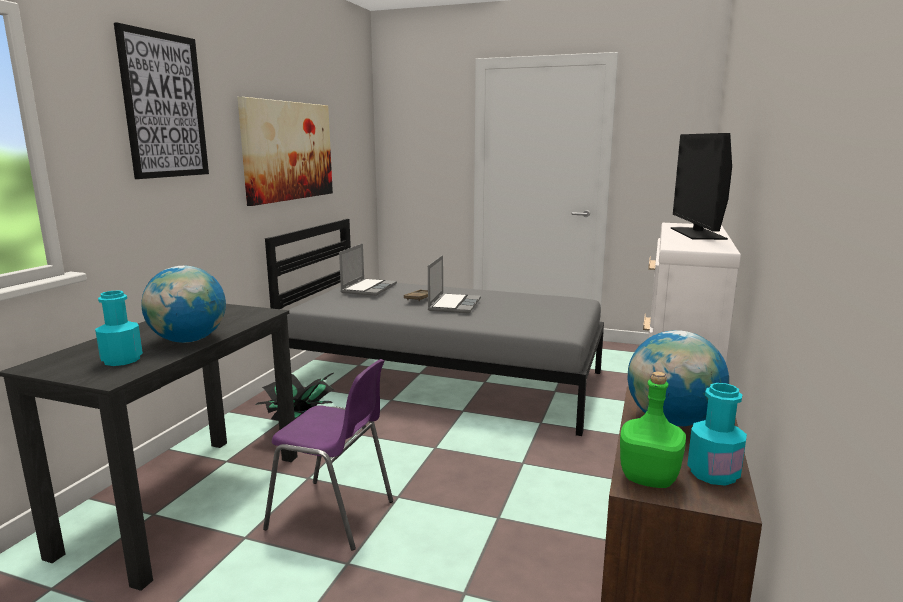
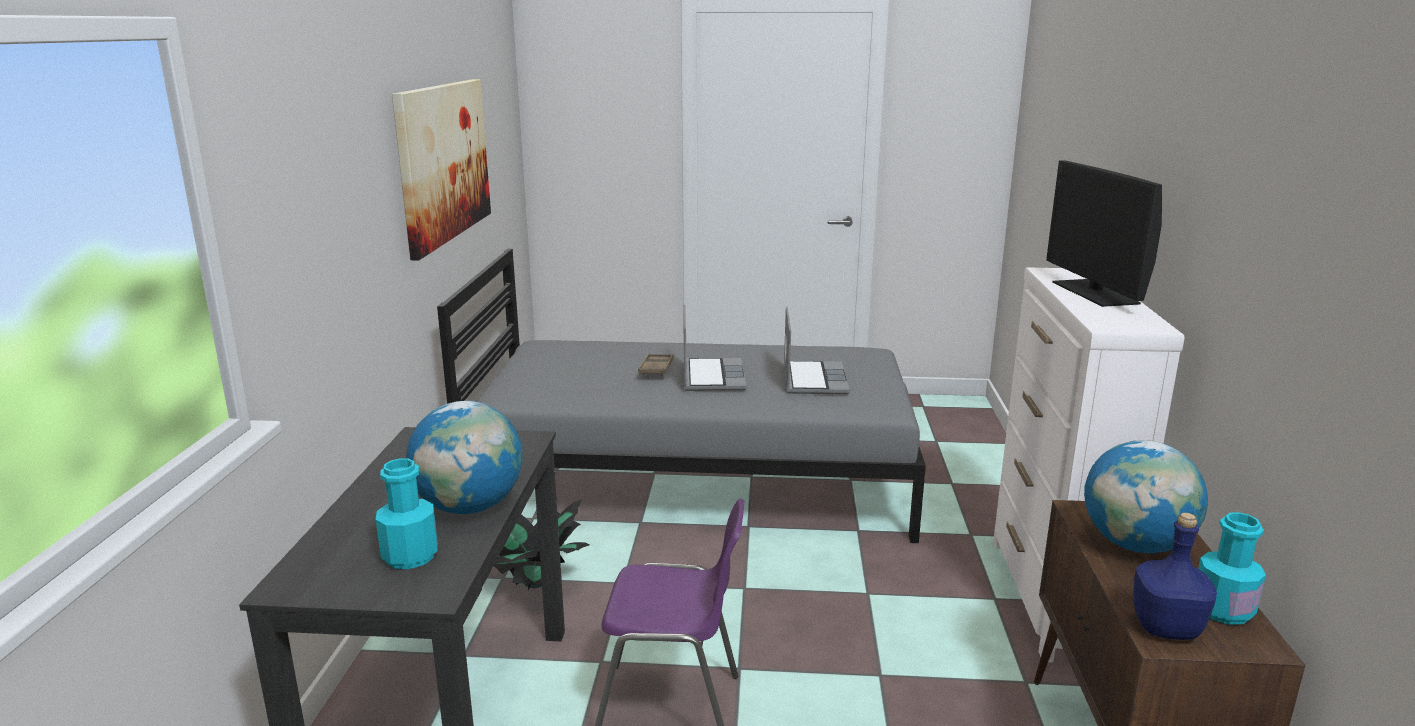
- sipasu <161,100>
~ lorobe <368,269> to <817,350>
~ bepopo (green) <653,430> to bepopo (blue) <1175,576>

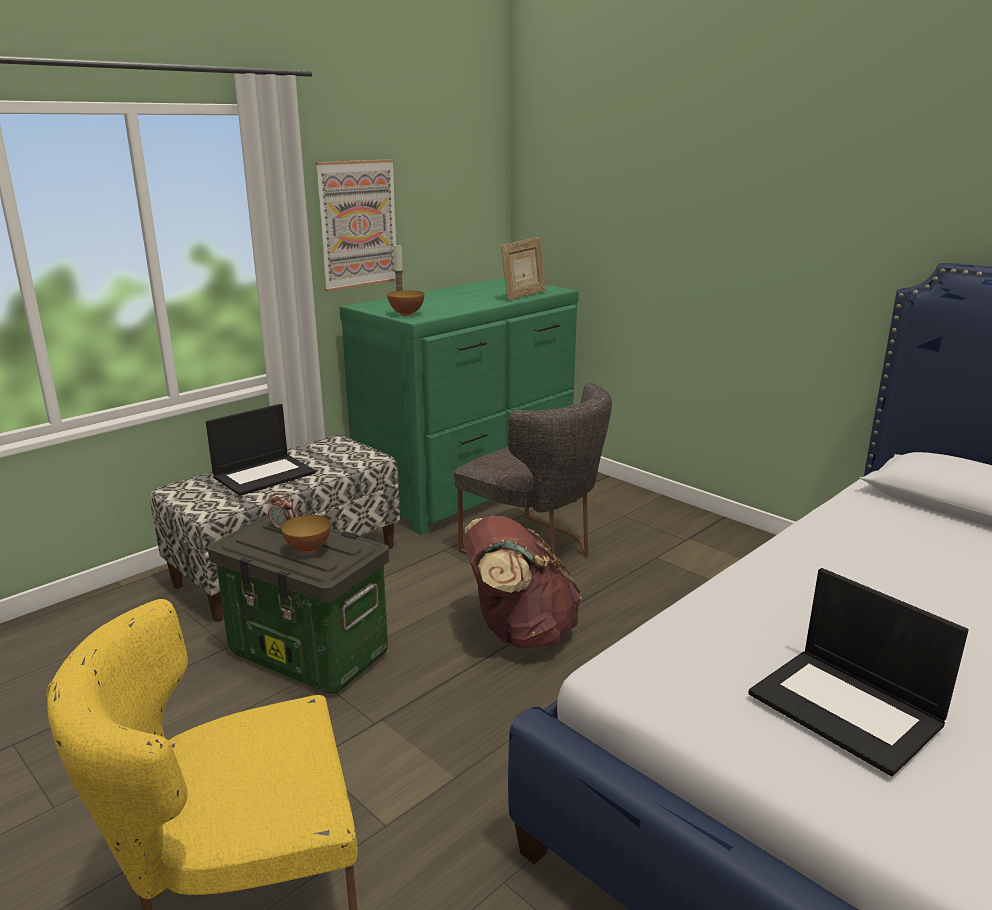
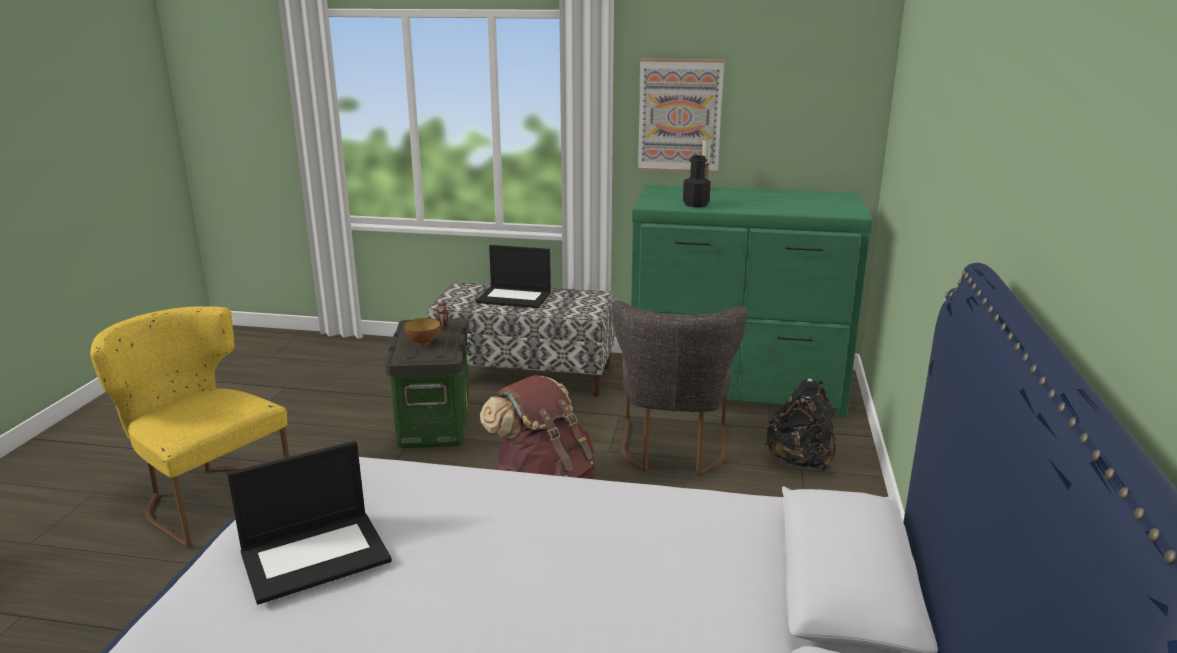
- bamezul <523,269>
- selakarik <405,303>
~ lorobe <858,672> = <309,523> 135 degrees counterclockwise
+ bepopo (black) <697,181>
+ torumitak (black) <800,425>

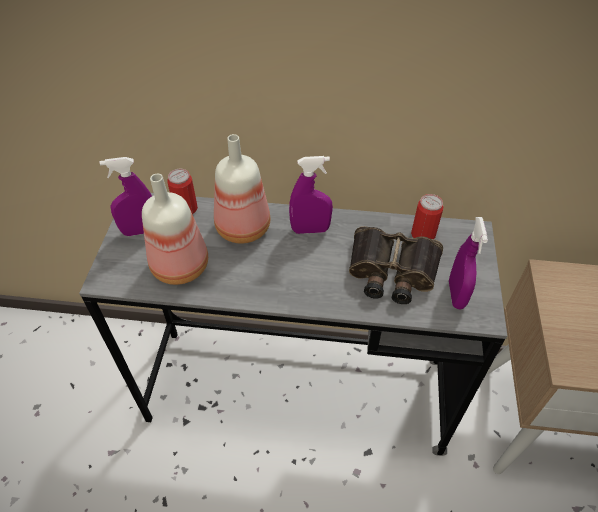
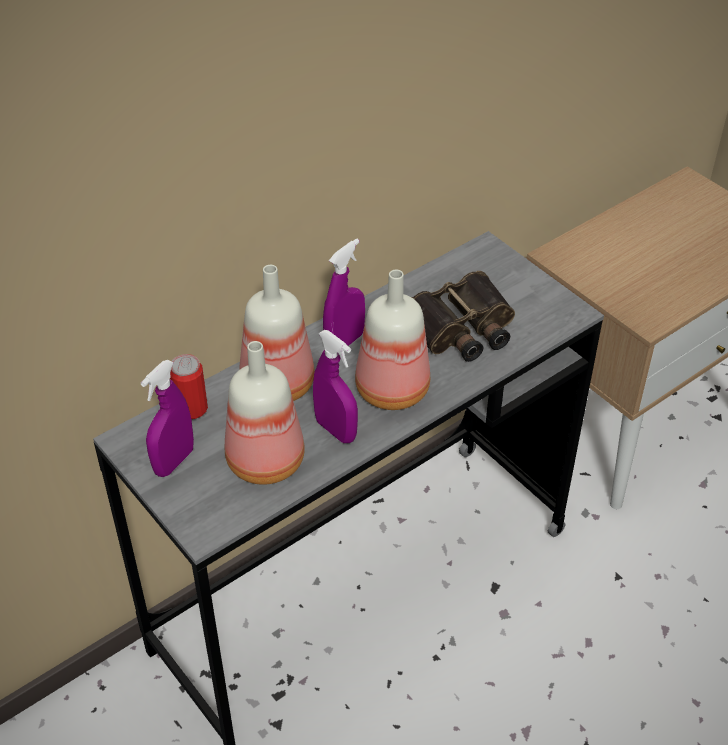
- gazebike <427,216>
~ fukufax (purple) <468,263> to <335,386>
+ bepopo <392,340>

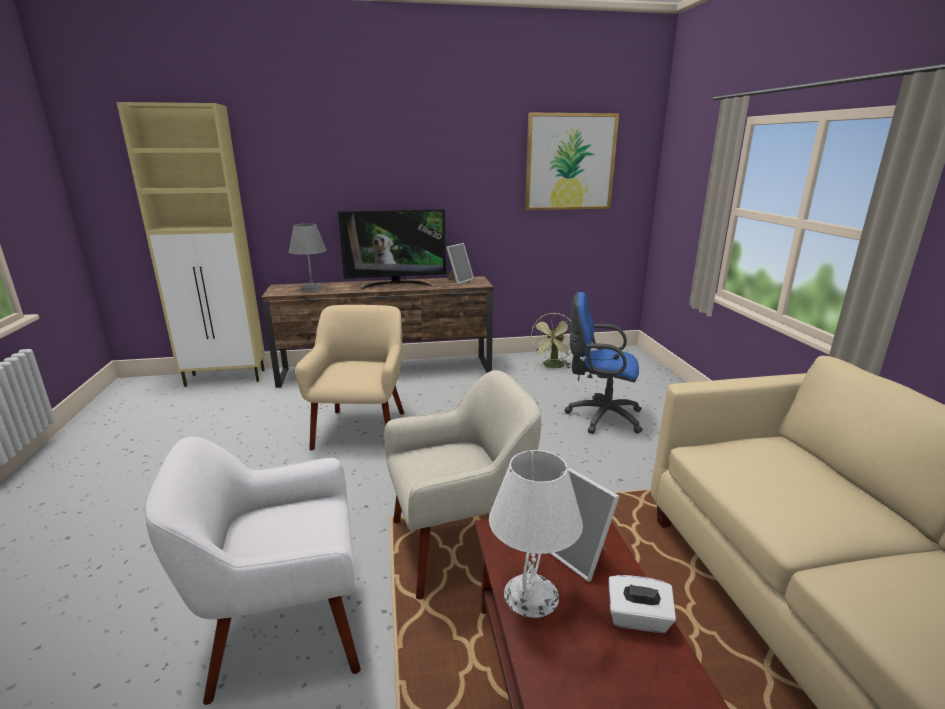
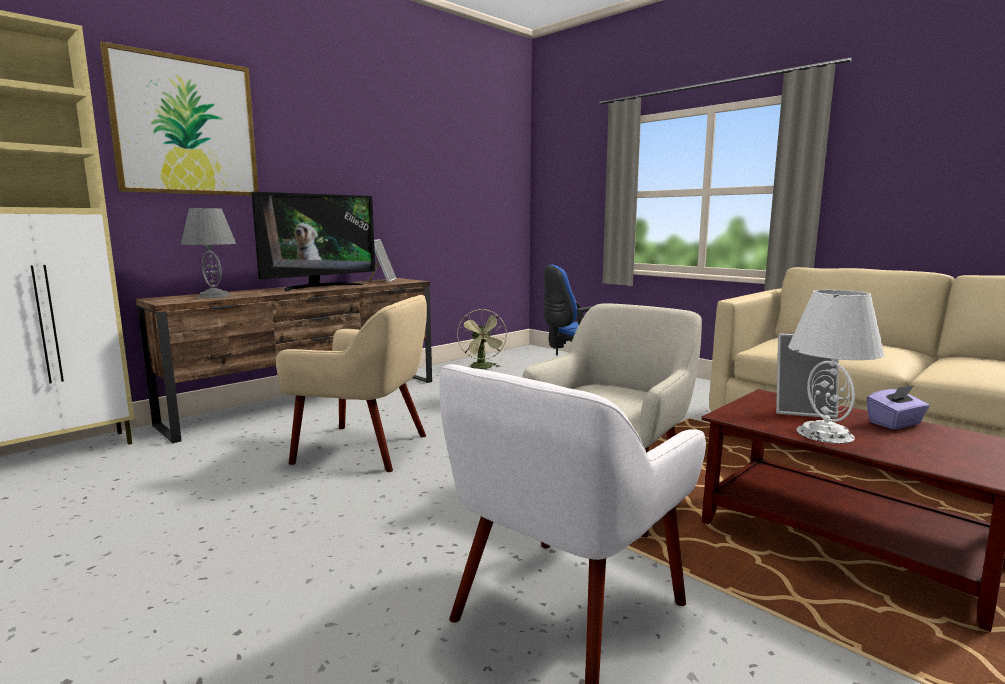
~ sipasu <572,161> to <179,118>
~ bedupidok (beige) <349,377> = <351,383> 135 degrees clockwise
~ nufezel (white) <642,604> to nufezel (purple) <898,407>

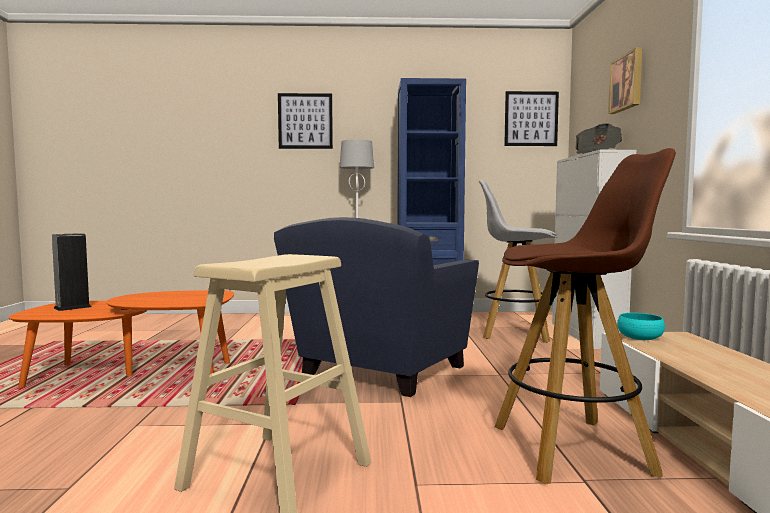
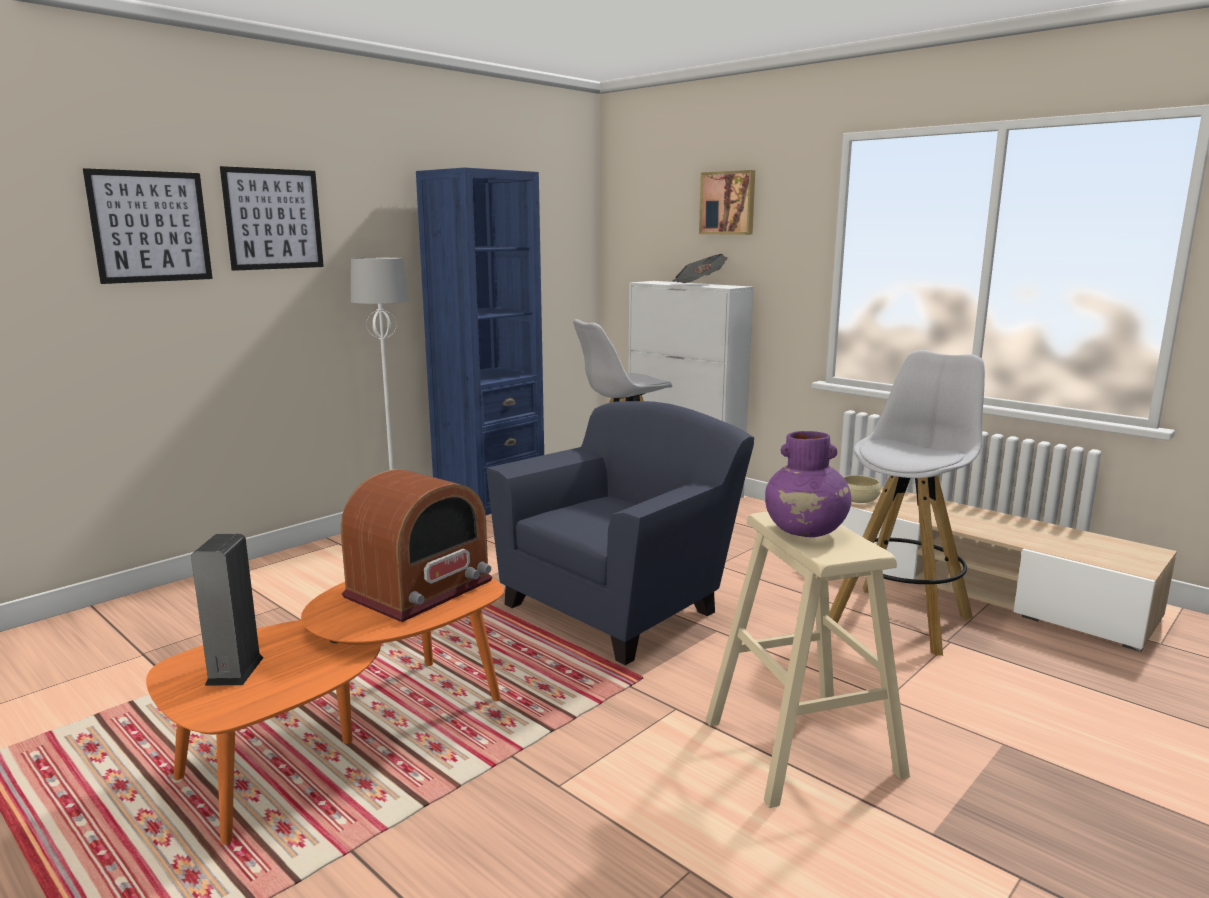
~ sipasu <531,118> to <148,226>
~ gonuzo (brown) <585,316> to gonuzo (white) <907,503>
~ bedupidok (blue) <376,307> = <620,533> 120 degrees counterclockwise
~ selakarik (turquoise) <641,326> to selakarik (beige) <862,489>
+ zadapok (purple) <808,484>
+ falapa <416,545>

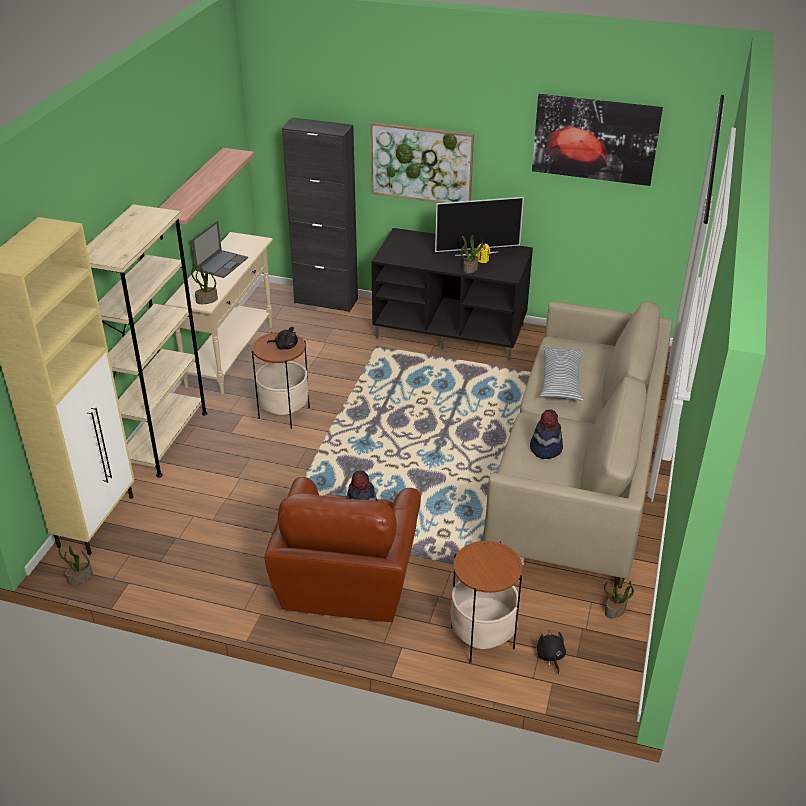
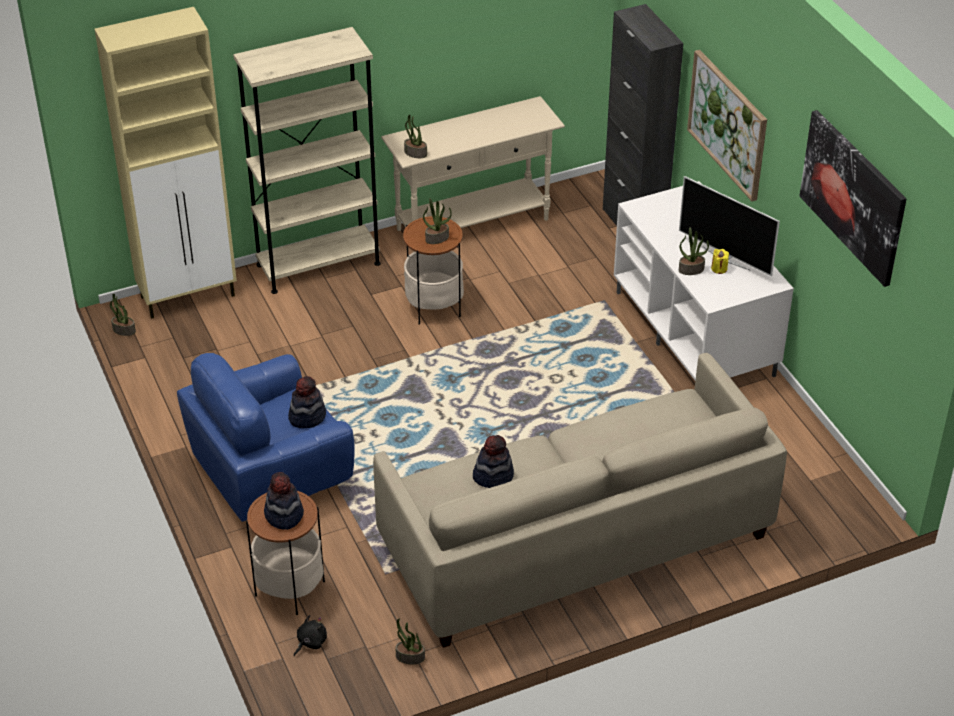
- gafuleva <206,194>
- lorobe <220,249>
~ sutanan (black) <452,294> to sutanan (white) <704,280>
~ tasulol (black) <282,338> to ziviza <437,221>
- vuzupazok <561,374>
~ bedupidok (brown) <342,549> to bedupidok (blue) <266,437>
+ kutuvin <284,501>

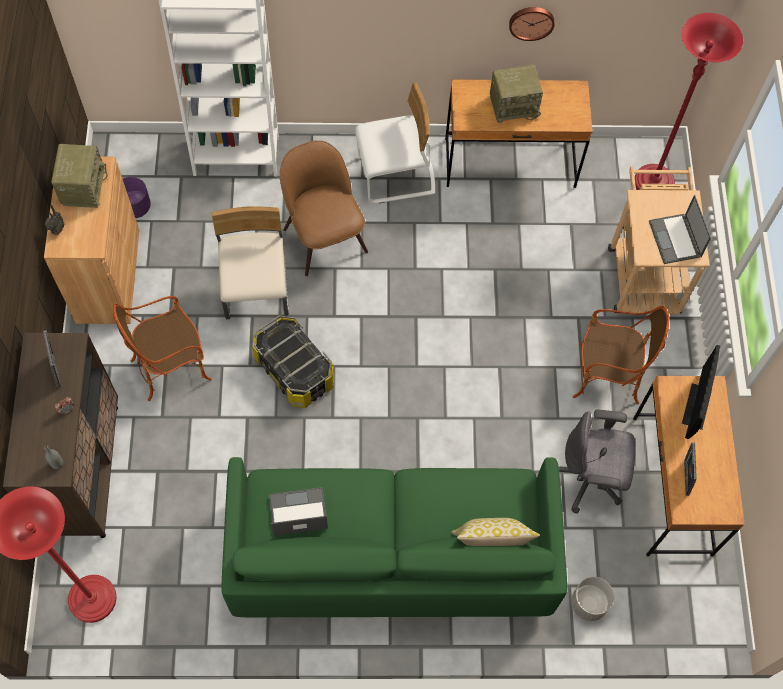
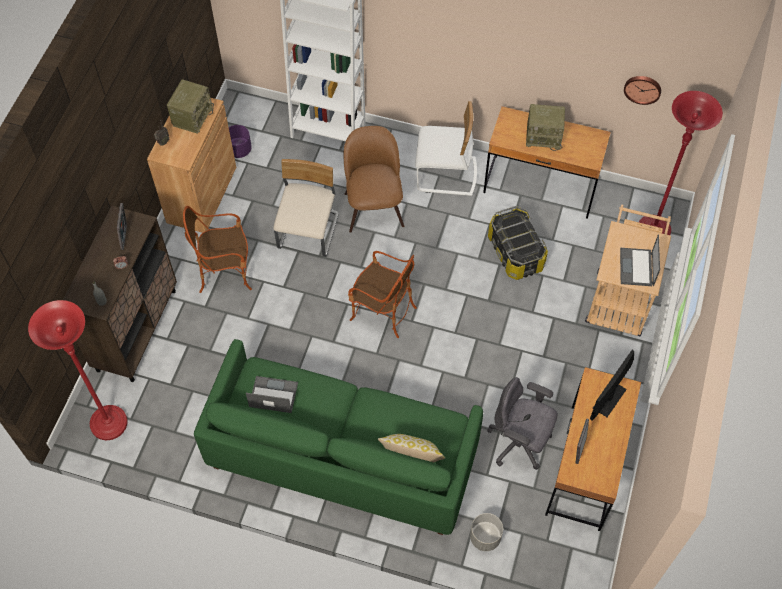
~ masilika <532,24> to <642,90>
~ bedupidok <621,355> to <382,294>
~ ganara <294,362> to <518,243>

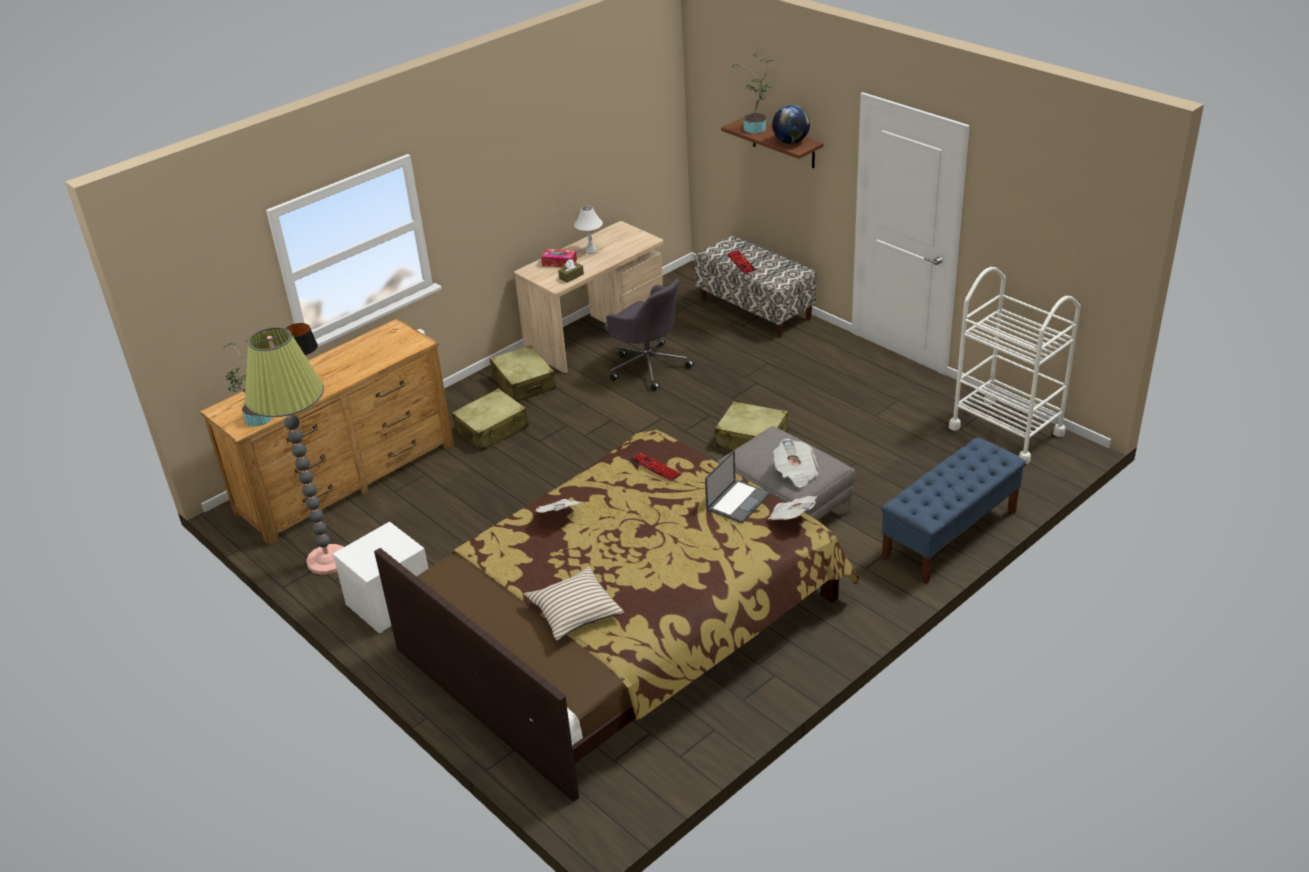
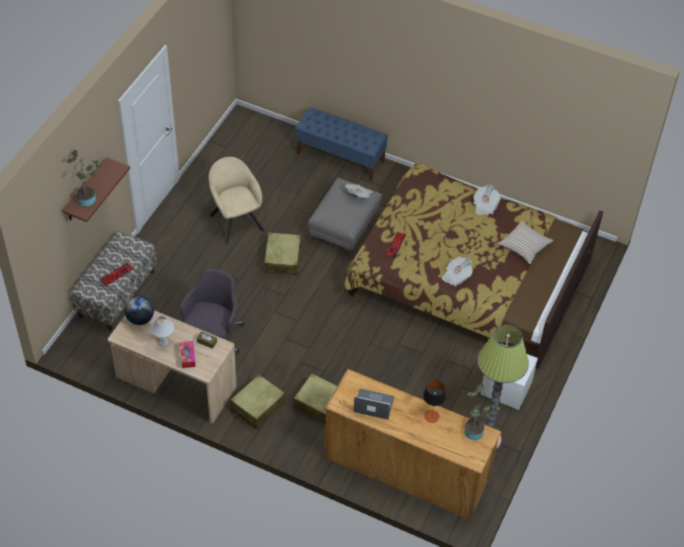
~ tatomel <791,124> to <139,310>
- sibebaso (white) <1015,365>
~ lorobe <737,487> to <373,404>
~ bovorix <792,508> to <487,200>
+ bedupidok (beige) <236,200>

